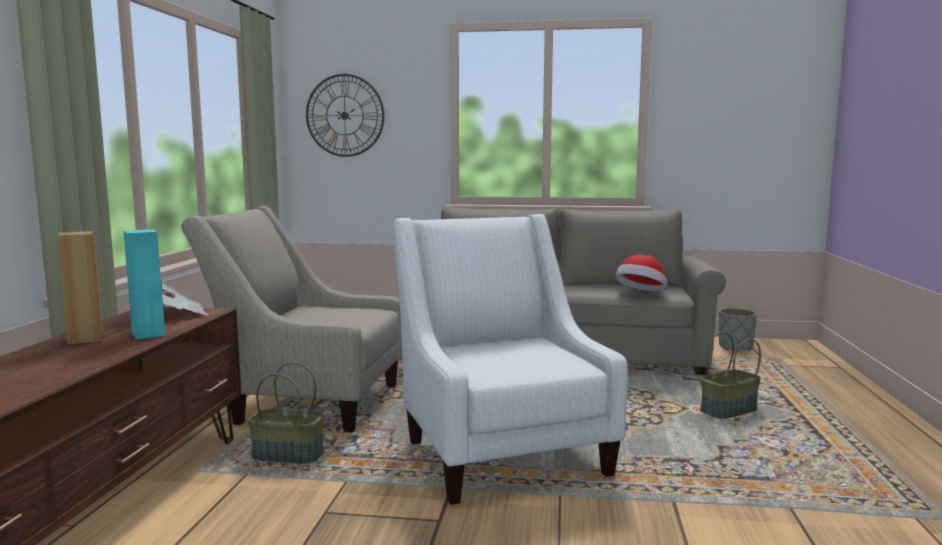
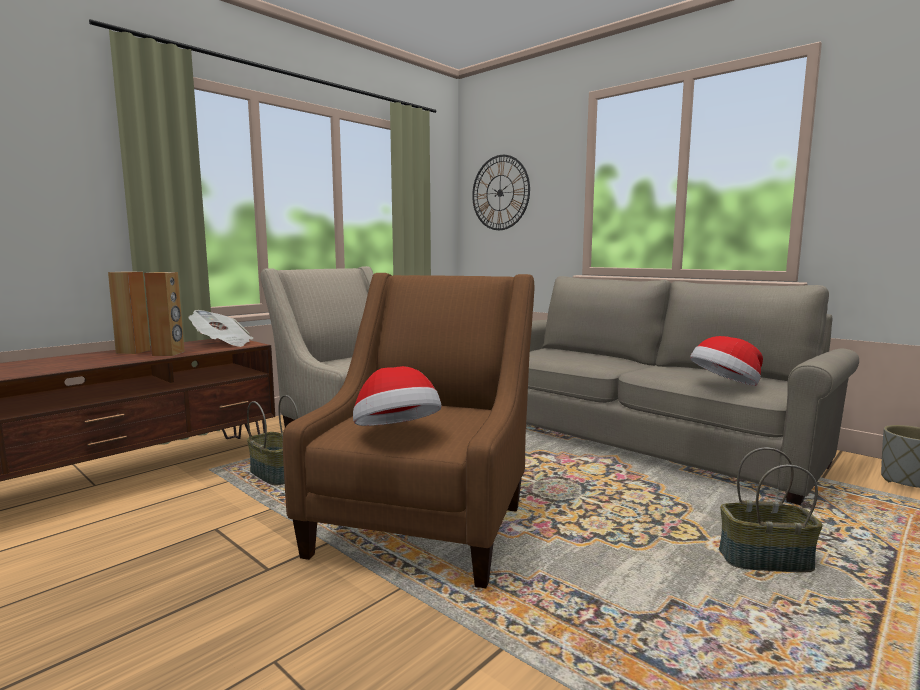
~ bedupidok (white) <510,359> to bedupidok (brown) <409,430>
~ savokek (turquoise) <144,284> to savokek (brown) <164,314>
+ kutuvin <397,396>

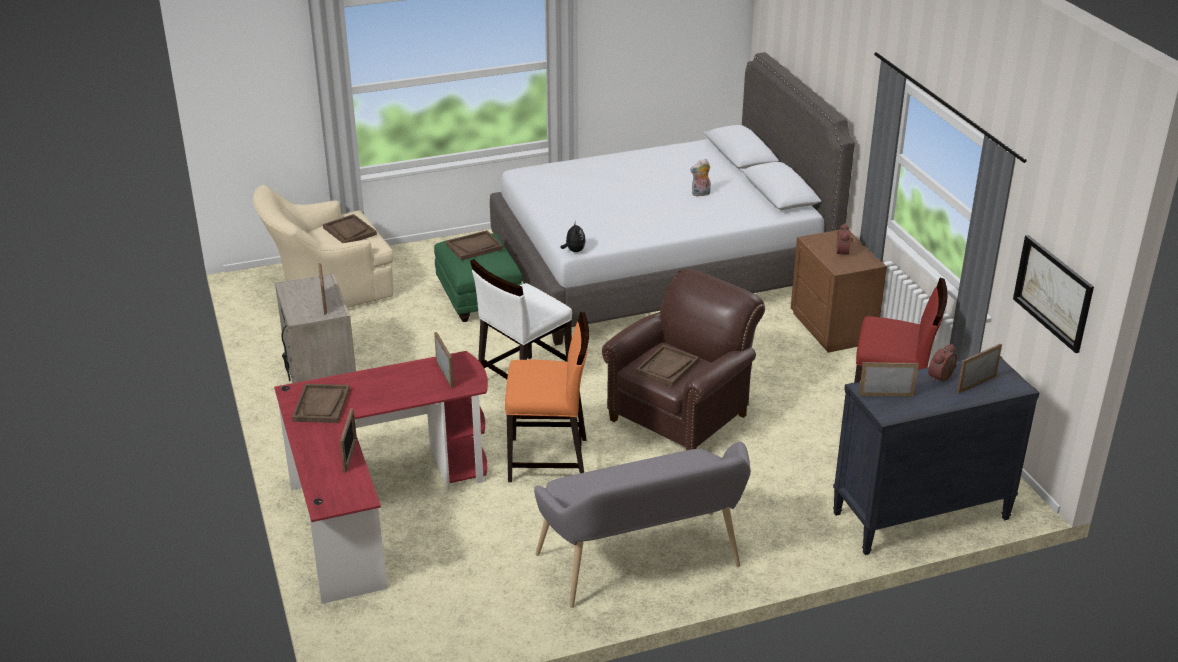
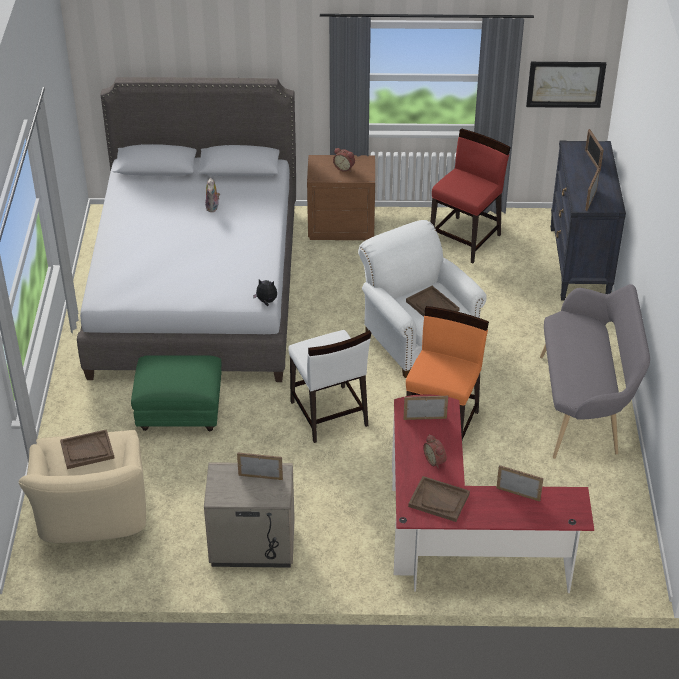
- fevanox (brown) <474,245>
~ bedupidok (brown) <683,359> to bedupidok (white) <422,299>
~ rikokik <942,363> to <435,451>

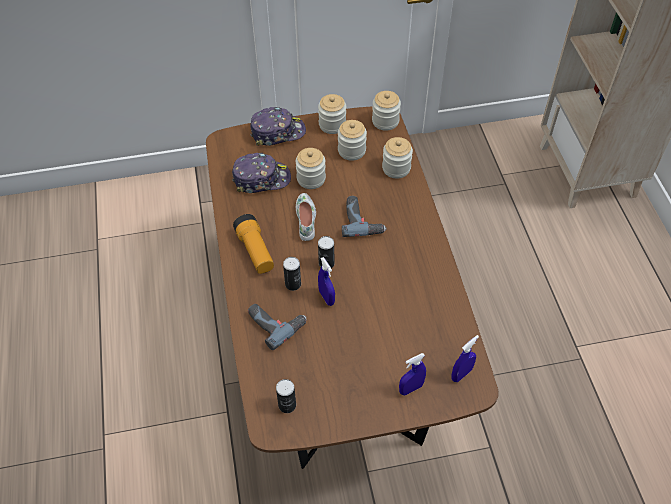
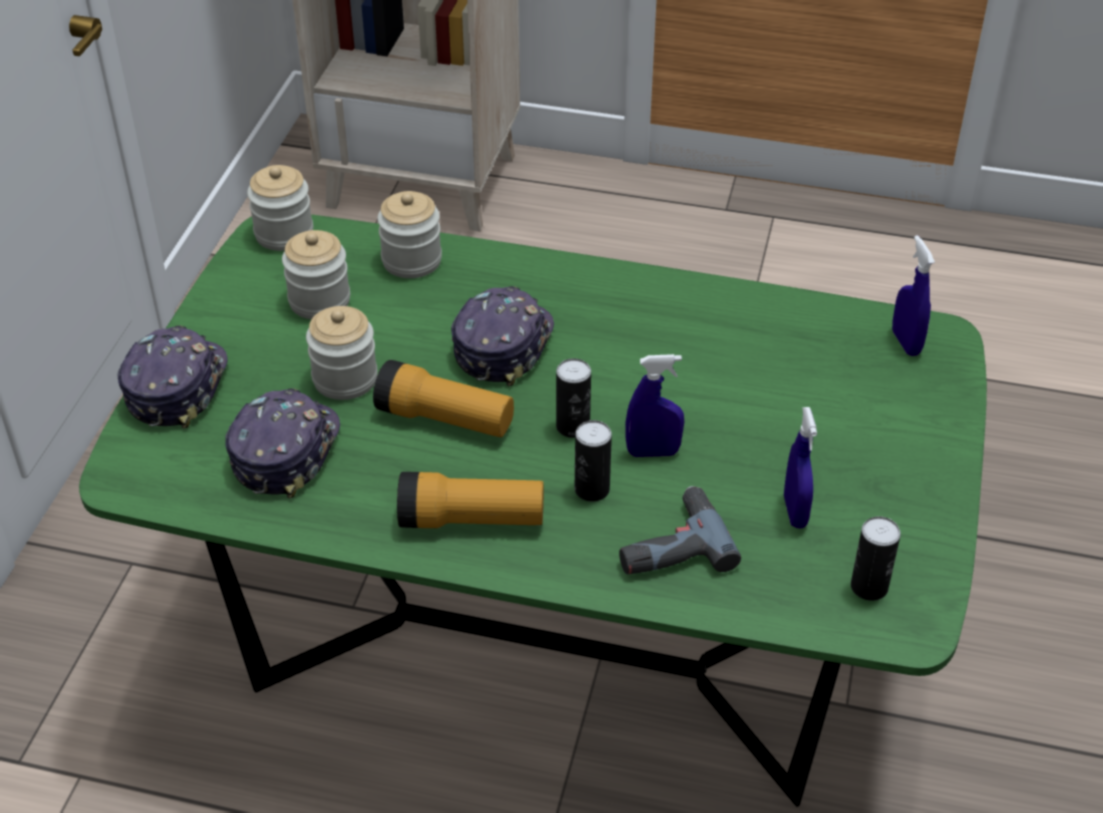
- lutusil <332,114>
~ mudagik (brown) <352,287> to mudagik (green) <533,510>
~ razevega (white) <306,217> to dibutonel <443,399>
~ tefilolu <364,216> to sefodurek <502,336>
~ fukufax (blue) <412,374> to <800,467>

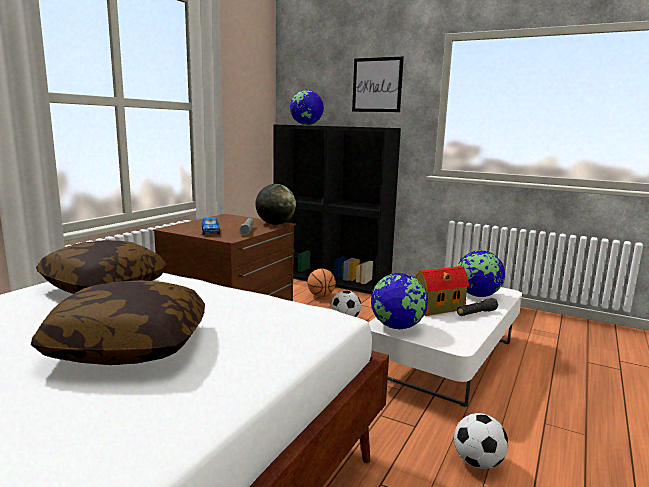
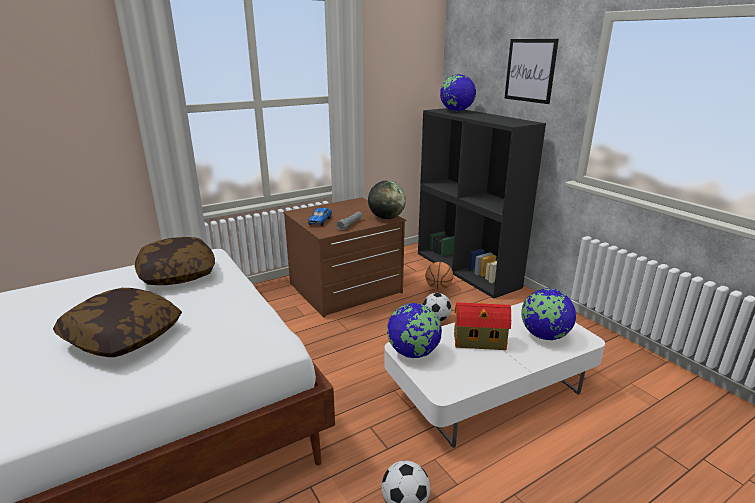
- dibutonel (black) <477,307>

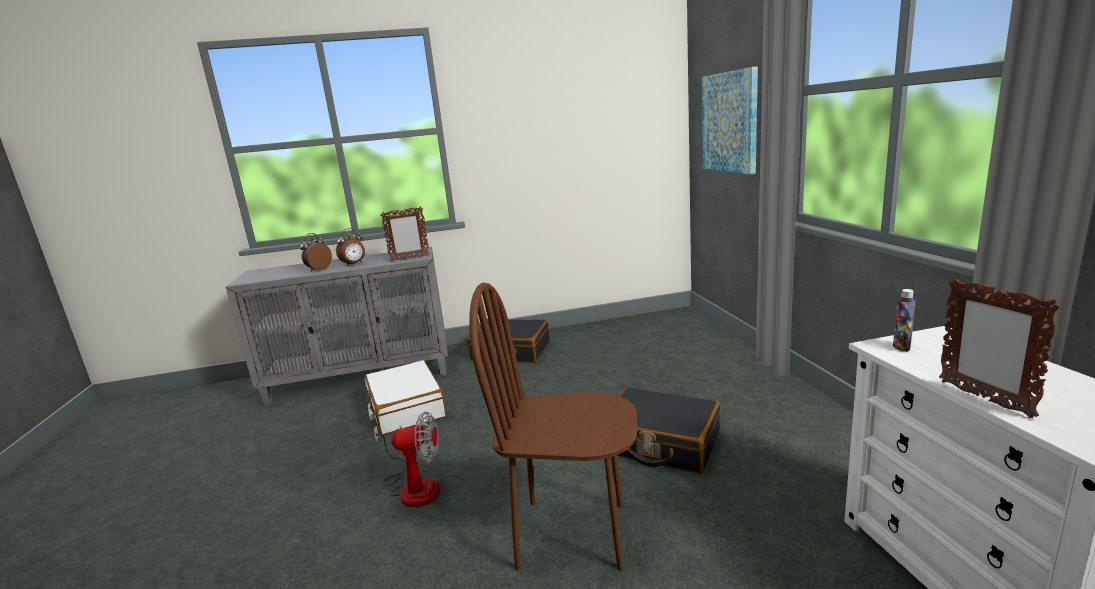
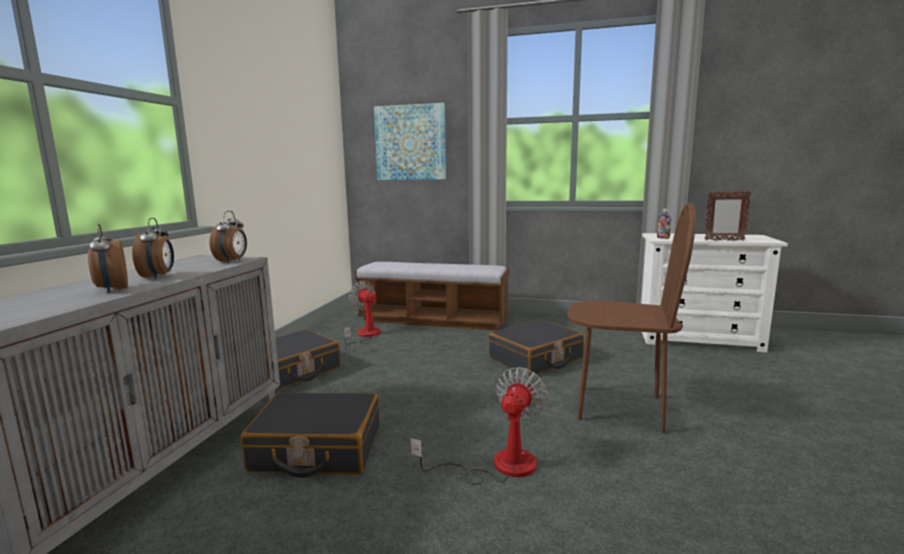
~ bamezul <405,234> to rikokik <228,237>
~ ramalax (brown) <553,427> = <632,318> 105 degrees counterclockwise
~ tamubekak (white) <406,397> to tamubekak (black) <310,435>
+ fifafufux <432,296>
+ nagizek <362,315>

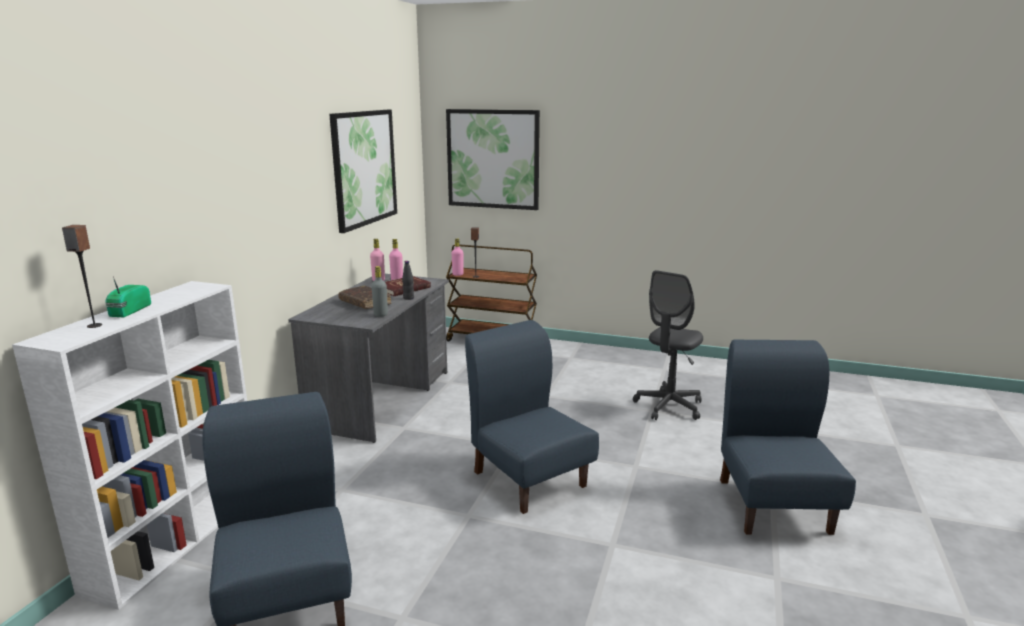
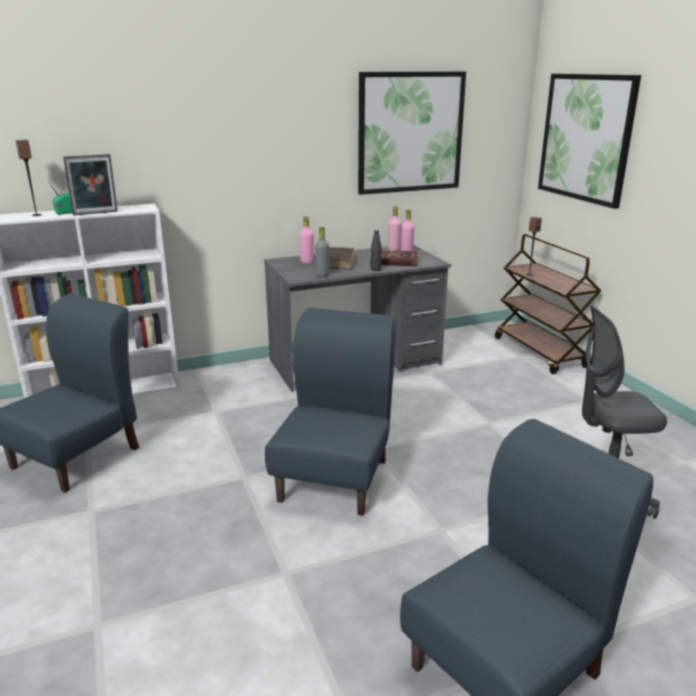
~ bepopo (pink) <458,257> to <306,240>
+ bamezul <90,184>

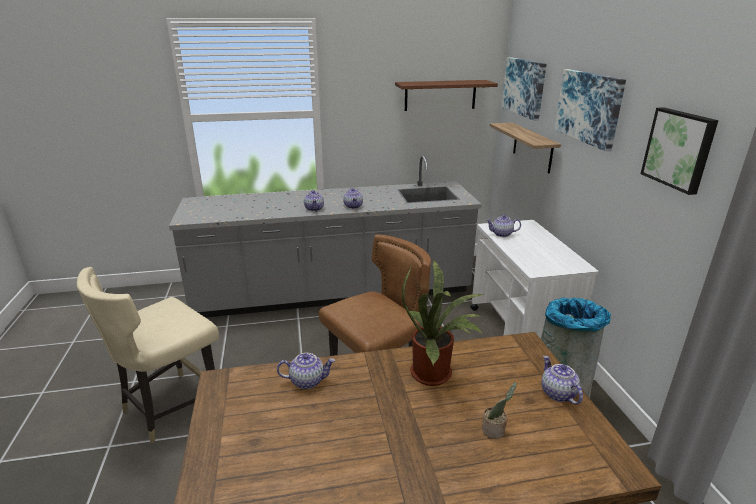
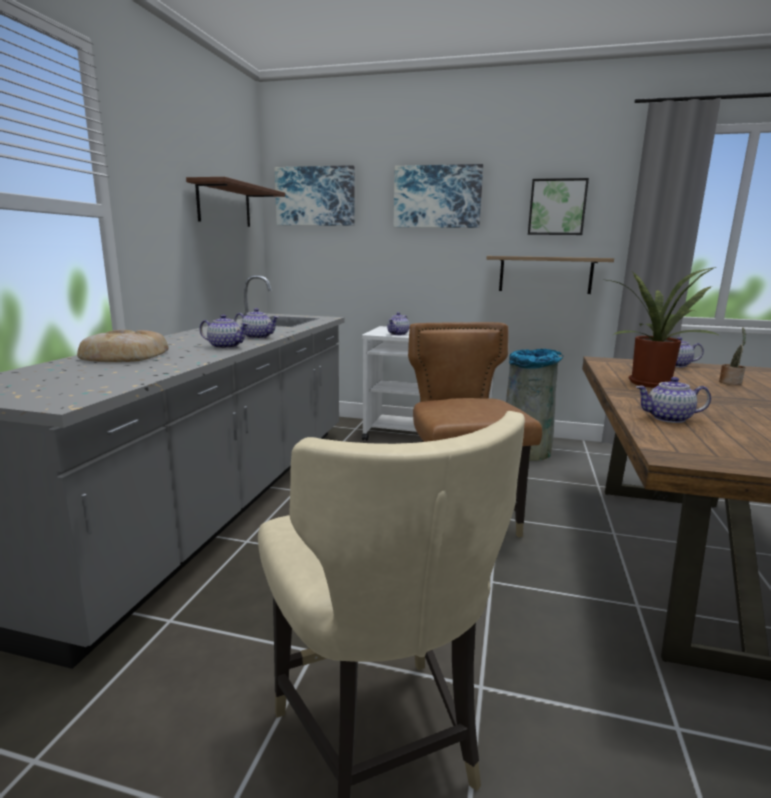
~ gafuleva <525,148> to <550,275>
~ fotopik <306,371> = <673,400> 105 degrees counterclockwise
+ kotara <123,346>

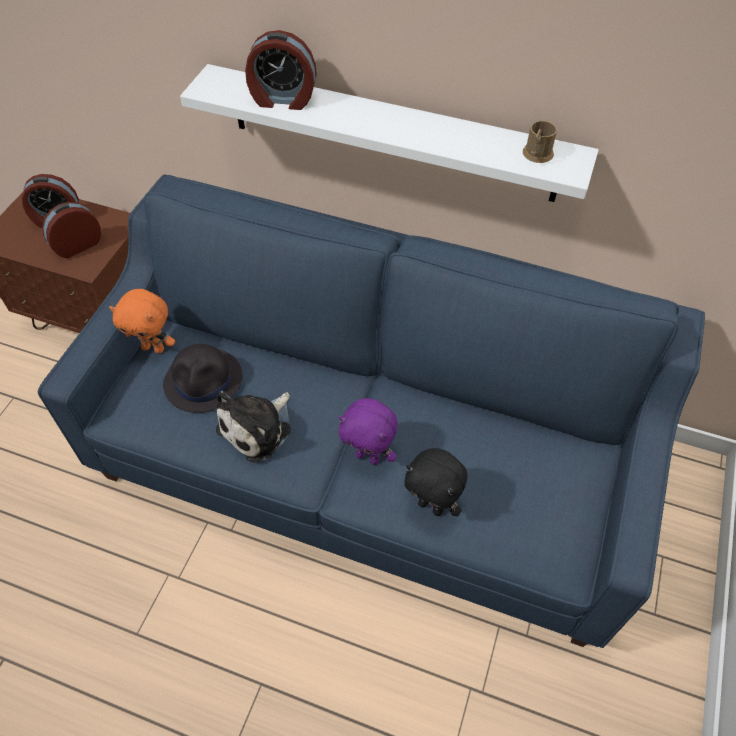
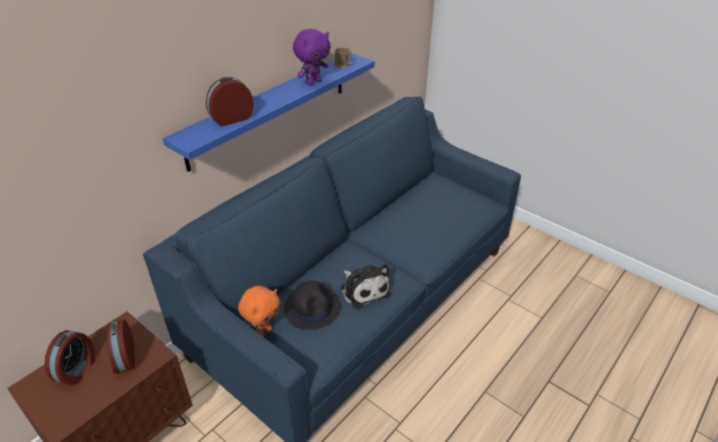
~ rikokik <281,70> = <229,101> 150 degrees counterclockwise
~ gafuleva (white) <389,133> to gafuleva (blue) <269,112>
~ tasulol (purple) <368,431> to <312,57>
- tasulol (black) <435,482>

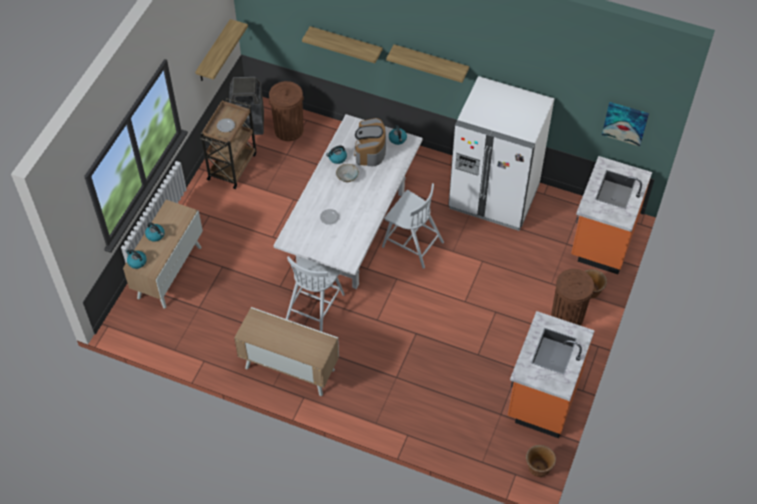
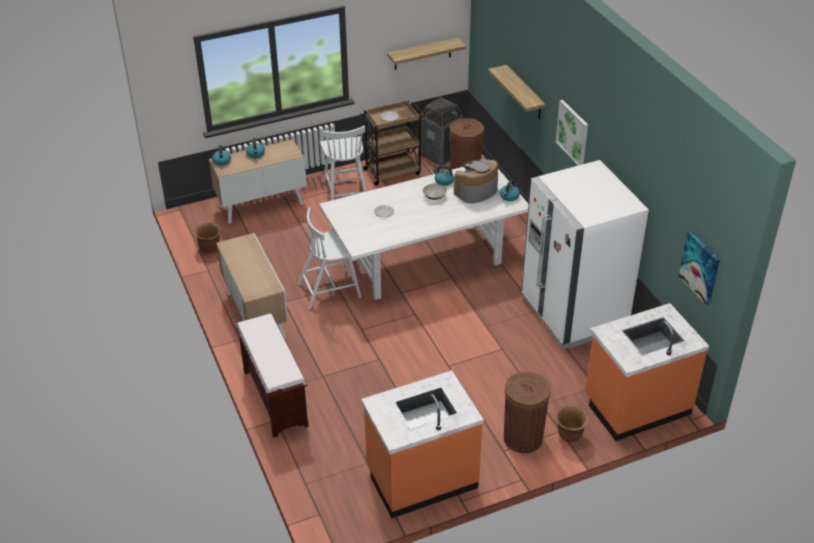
~ gafuleva <427,63> to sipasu <572,133>
~ ramalax (white) <413,226> to <343,163>
~ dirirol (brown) <541,461> to <207,237>
+ fifafufux (brown) <272,375>

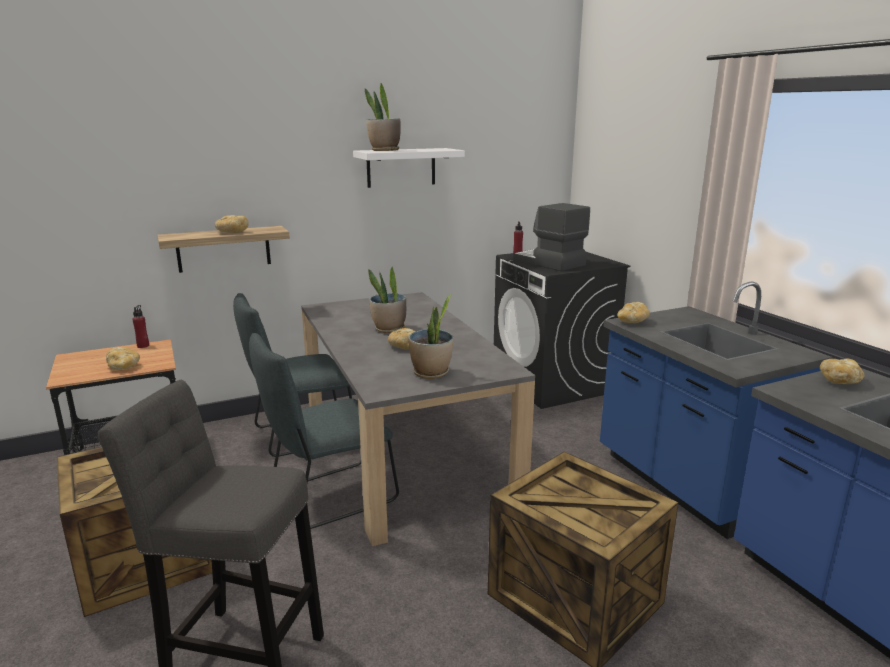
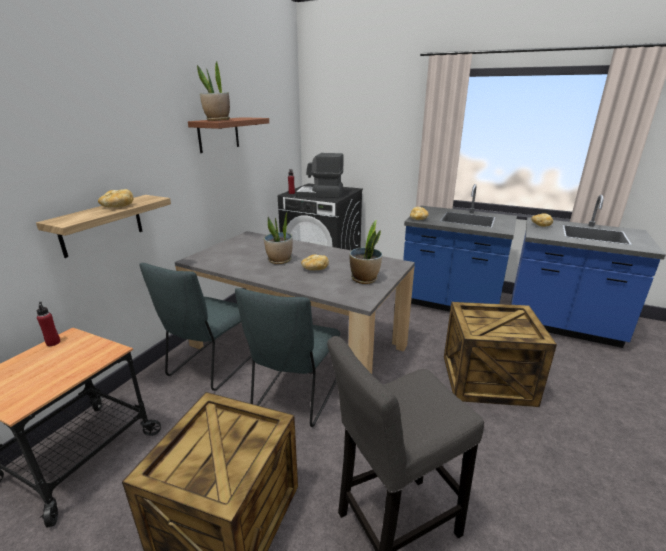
~ gafuleva (white) <409,168> to gafuleva (brown) <228,135>
- kotara <123,358>

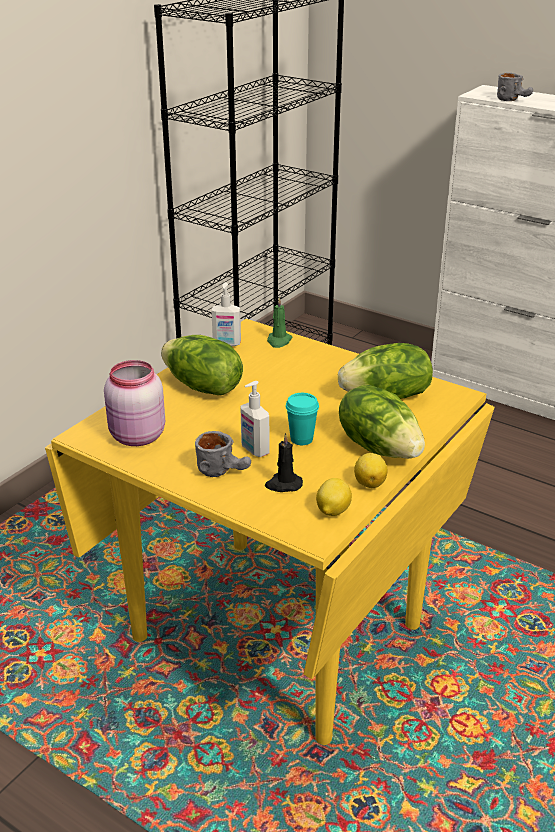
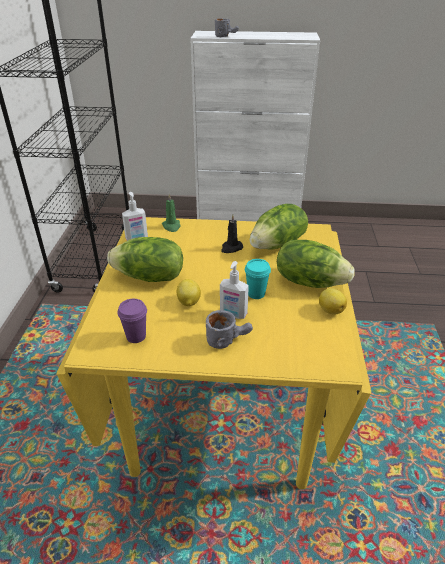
~ lutusil (pink) <134,403> to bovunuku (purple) <132,321>
~ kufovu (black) <284,462> to <232,233>
~ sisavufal <334,497> to <189,292>

